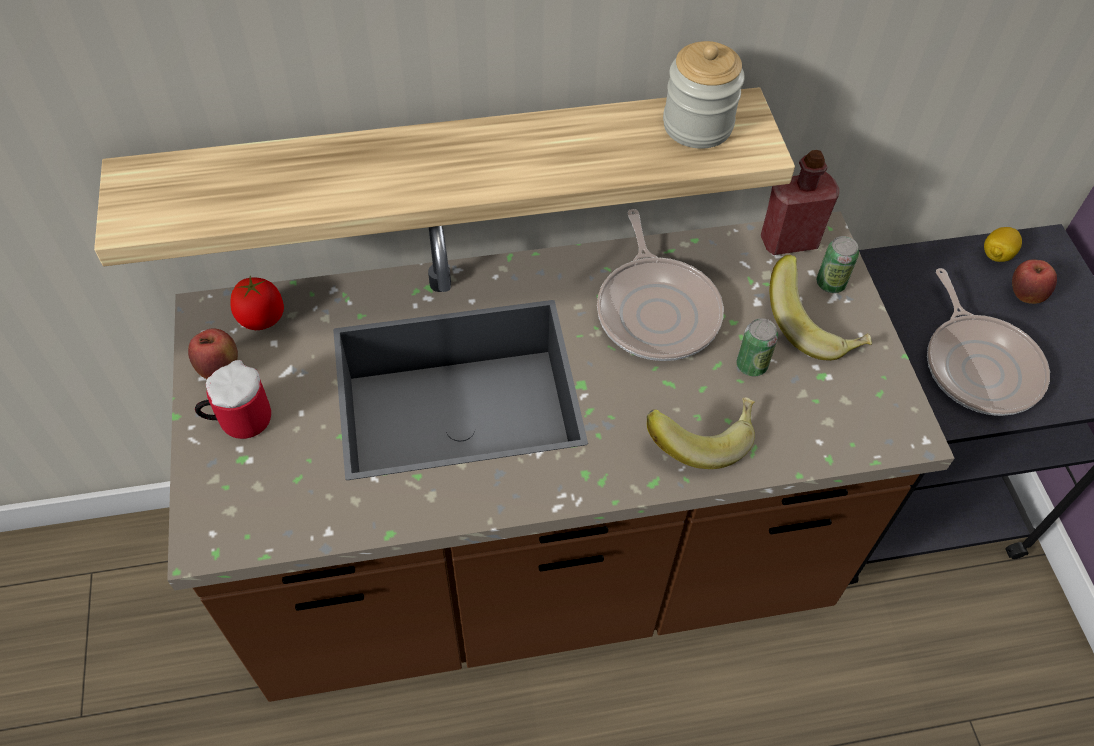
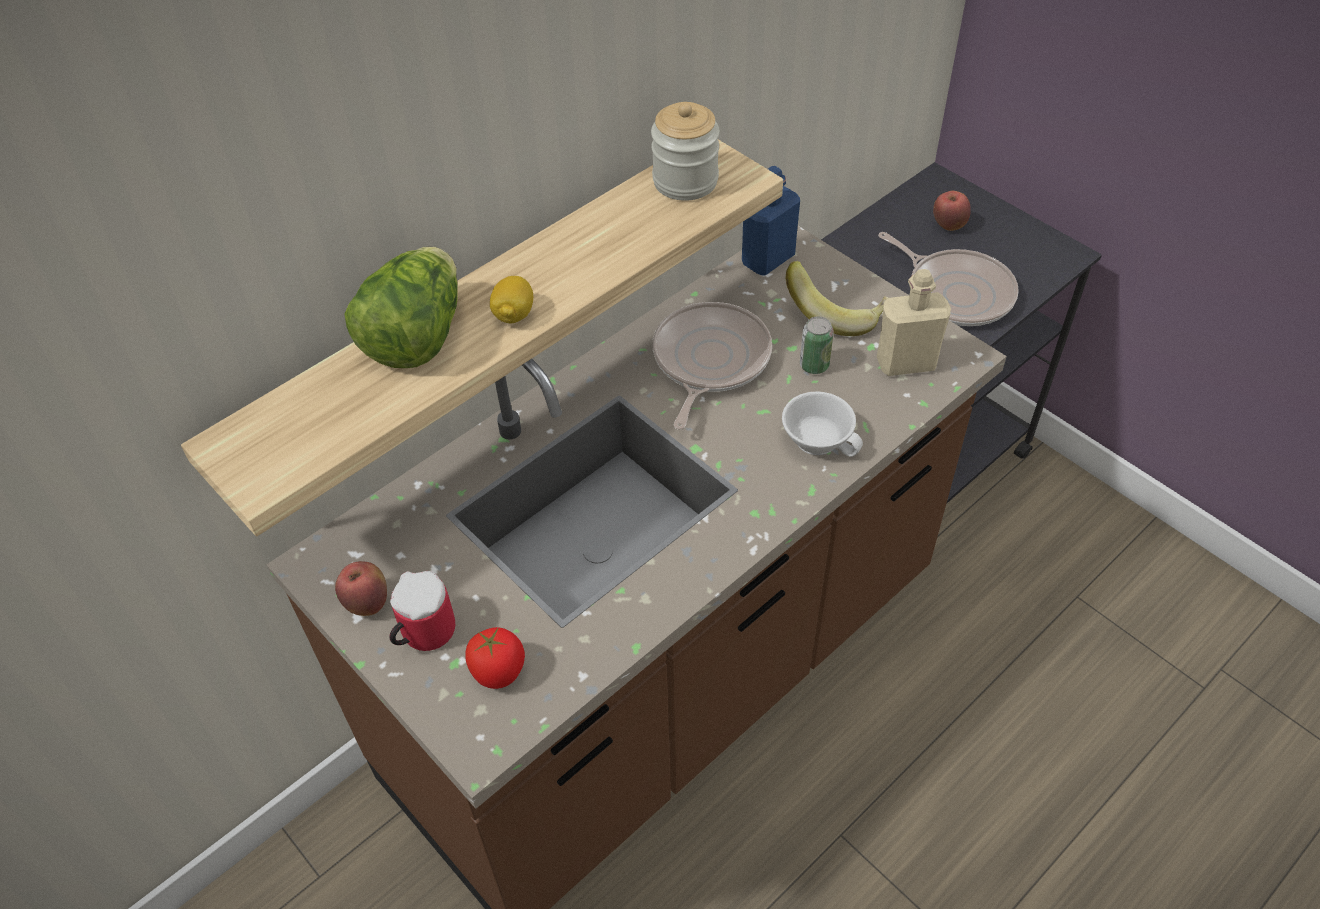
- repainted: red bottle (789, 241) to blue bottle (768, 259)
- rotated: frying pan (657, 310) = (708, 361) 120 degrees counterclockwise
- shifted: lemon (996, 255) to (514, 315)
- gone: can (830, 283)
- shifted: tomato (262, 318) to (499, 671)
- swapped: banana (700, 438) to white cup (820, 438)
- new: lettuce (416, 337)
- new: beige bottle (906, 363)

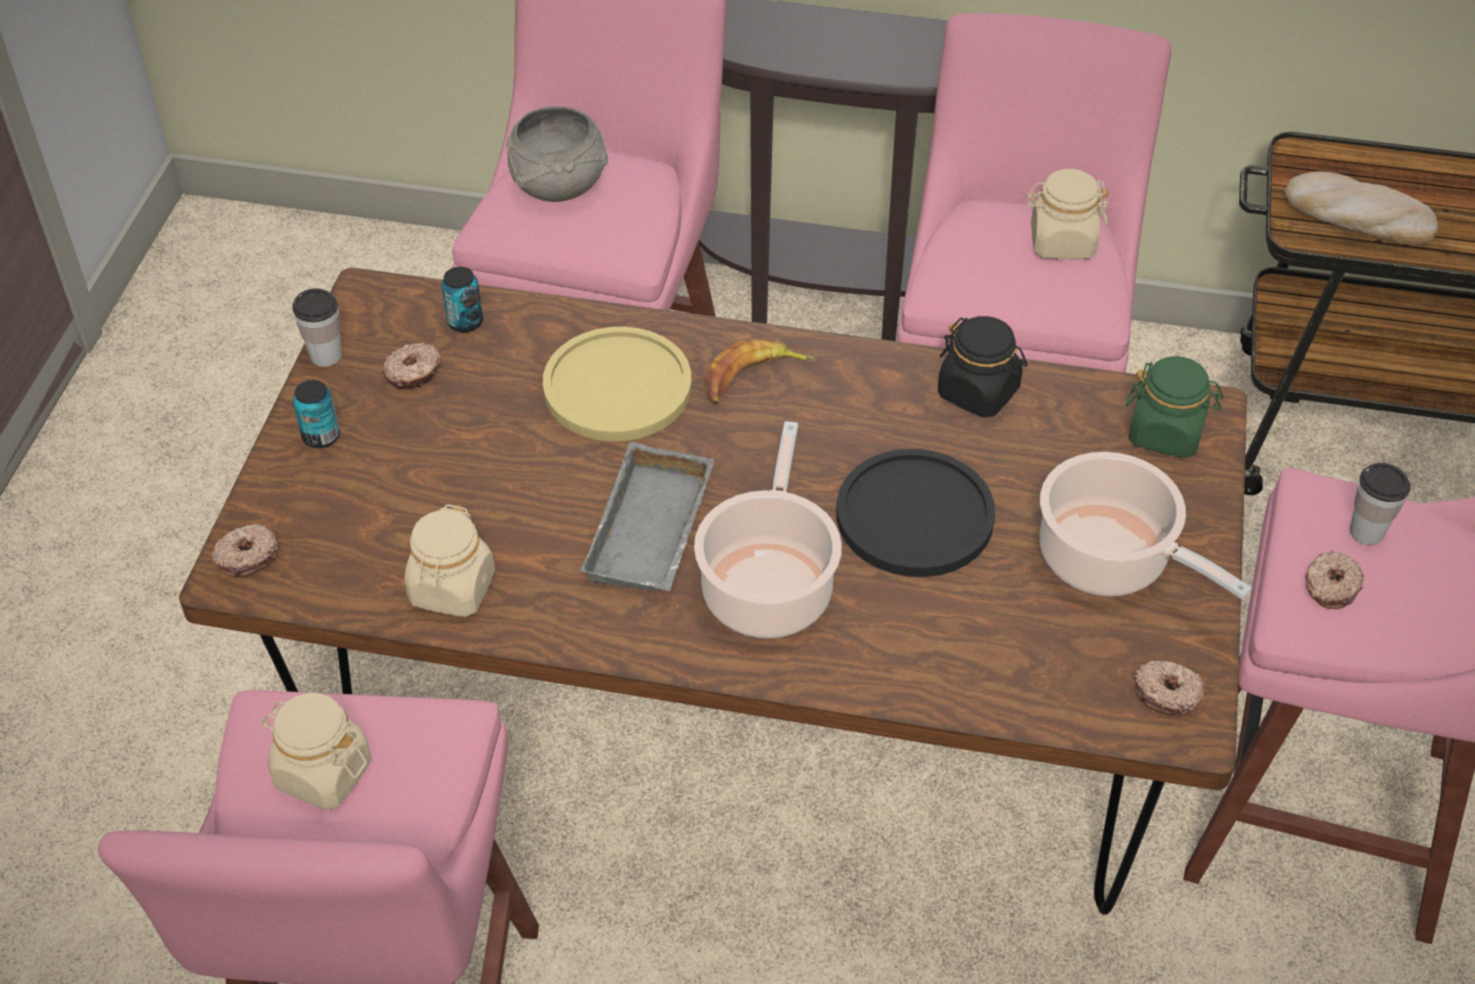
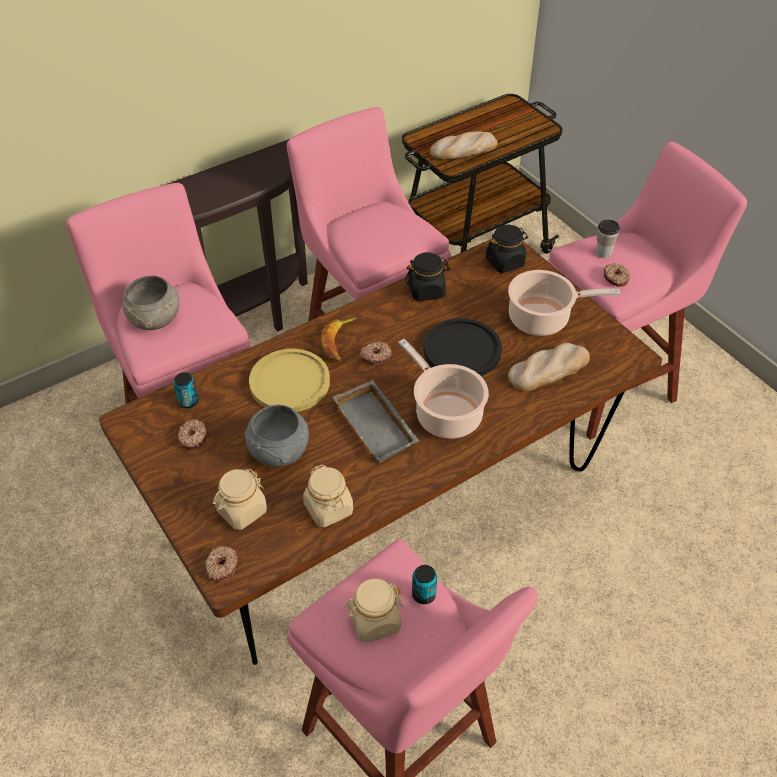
- shifted: beige jar (1061, 242) to (241, 511)
- gone: cup (326, 355)
- repainted: green jar (1166, 433) to black jar (505, 262)
- shifted: can (321, 436) to (423, 594)
- shifted: donut (1167, 693) to (375, 356)
- new: bread (548, 369)
- new: grey bowl (279, 452)

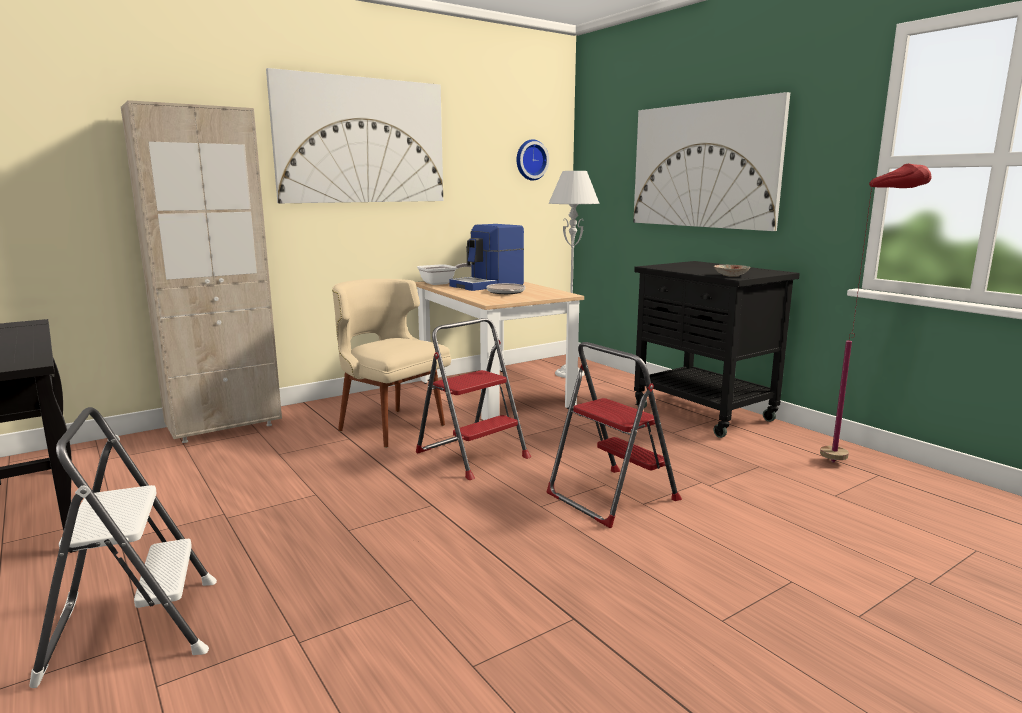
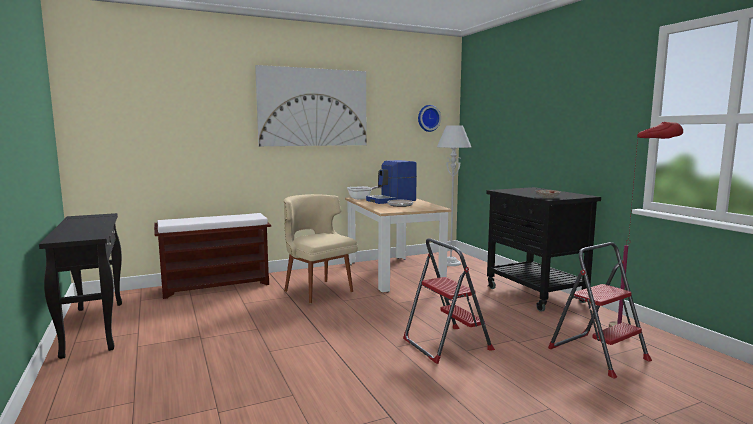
- gone: picture (703, 165)
- swapped: beige cabinet (225, 428) to brown bench (217, 285)
- shifted: red step ladder (470, 453) to (595, 352)
- gone: white step ladder (125, 629)

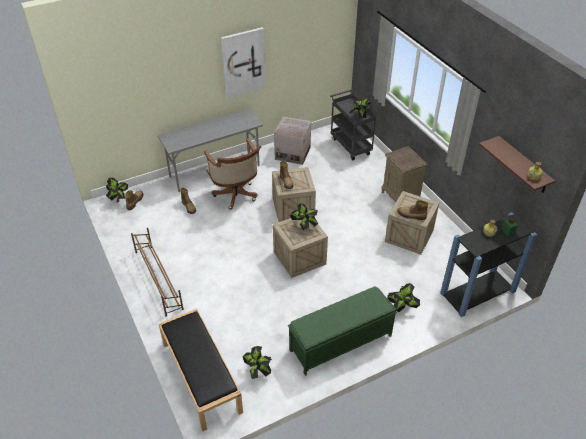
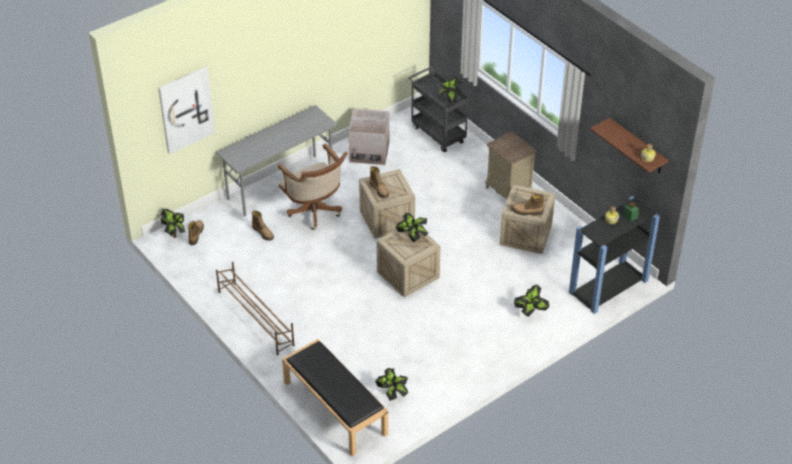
- shifted: picture (243, 62) to (186, 109)
- gone: green bench (340, 343)

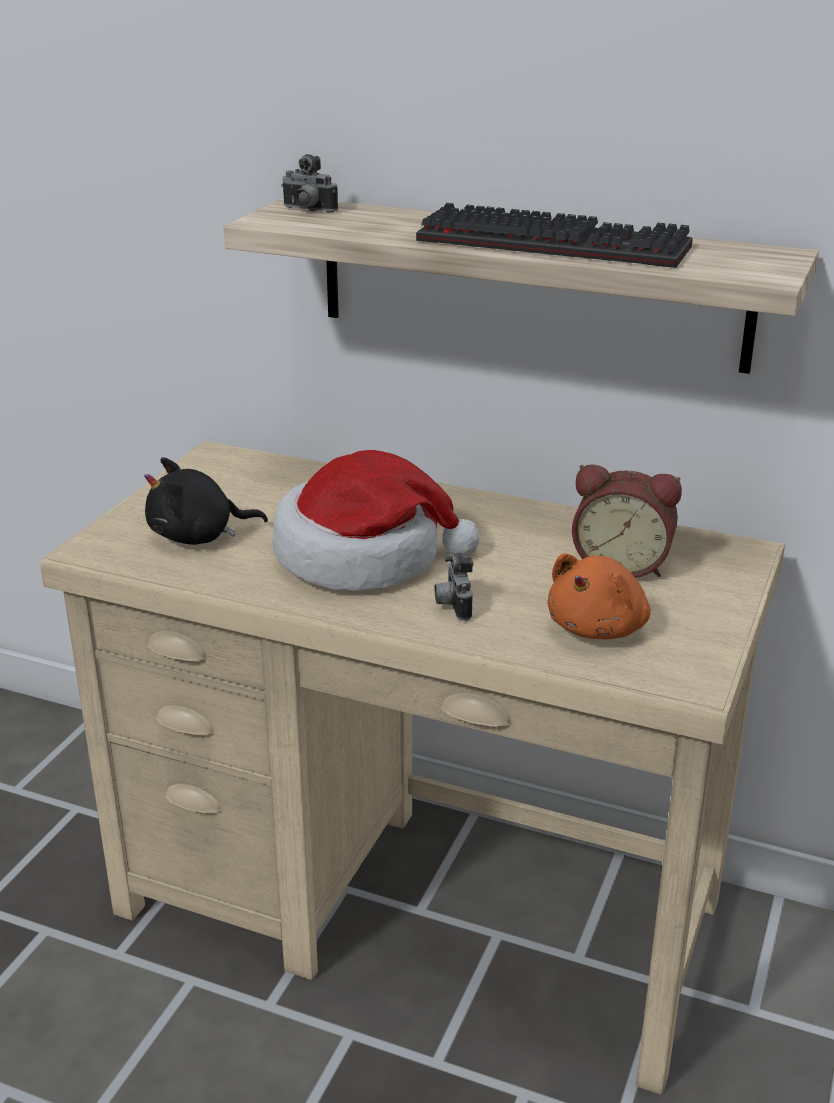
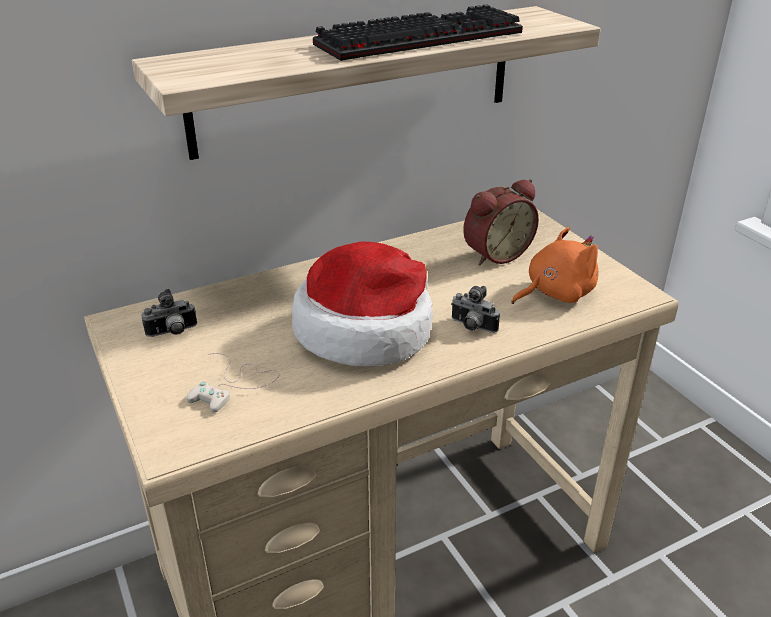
- shifted: photo camera (307, 210) to (172, 333)
- swapped: black plush toy (198, 536) to white game controller (234, 384)
- rotated: orange plush toy (599, 628) = (555, 293) 105 degrees counterclockwise

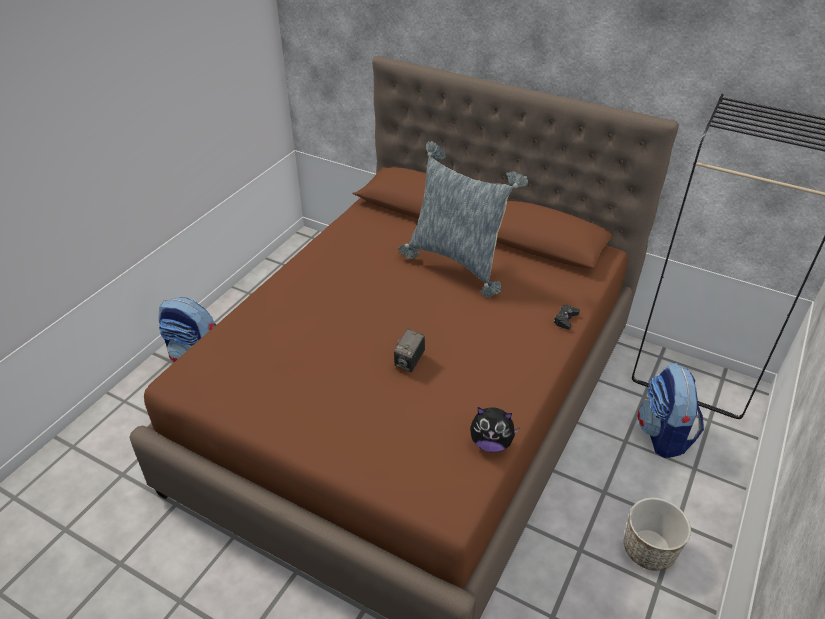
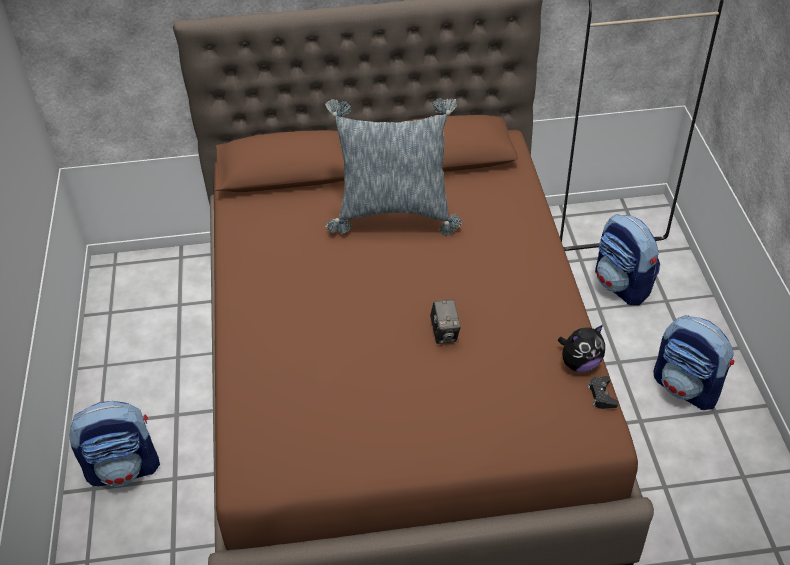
- shifted: black game controller (565, 319) to (601, 395)
- swapped: planter (648, 549) to backpack (687, 388)

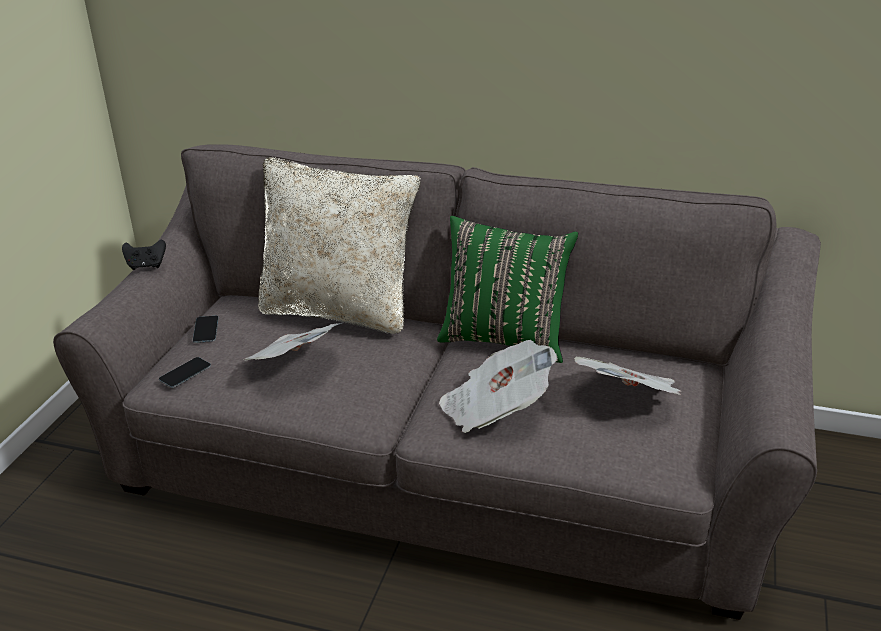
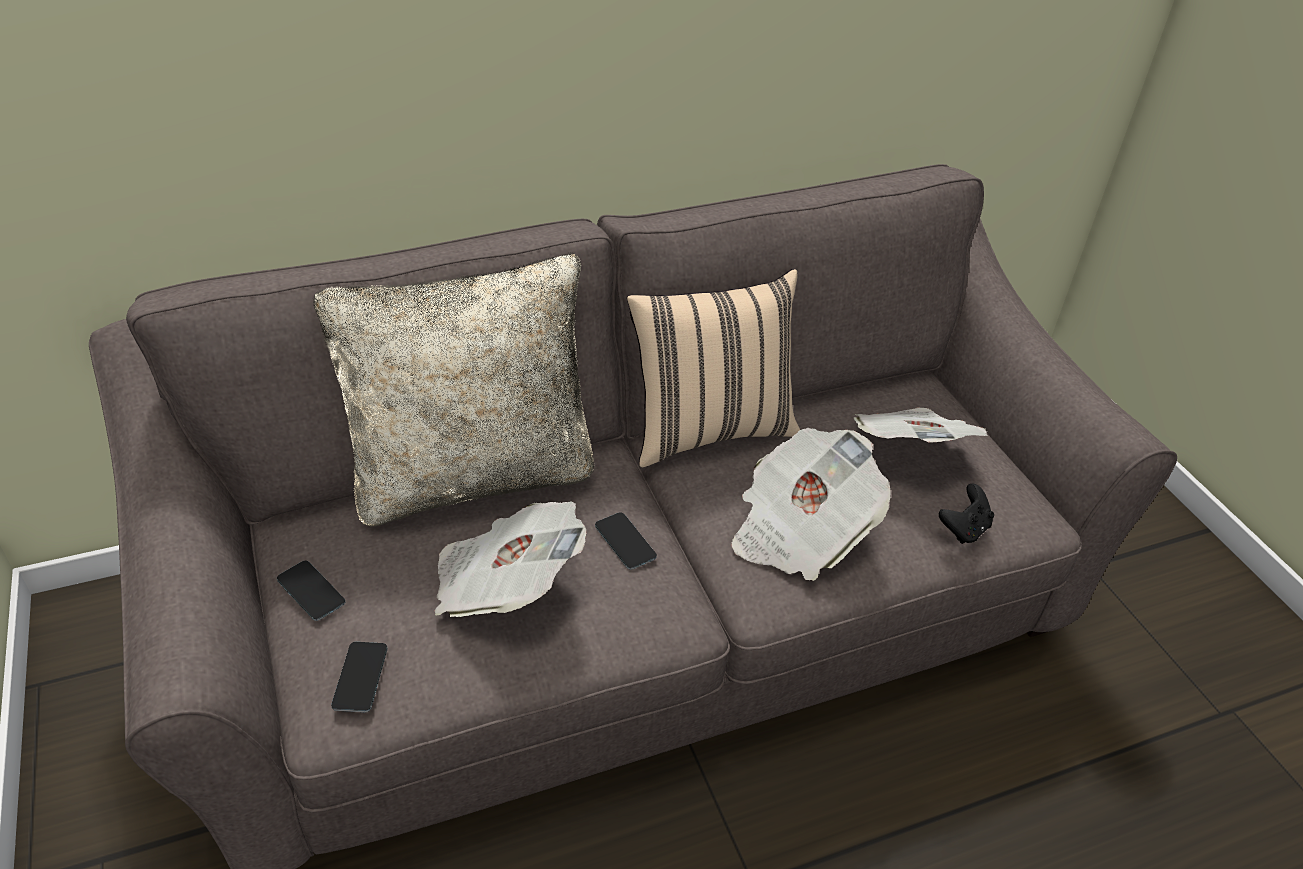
- repainted: green pillow (505, 339) to beige pillow (709, 430)
- shifted: black game controller (146, 266) to (963, 529)
- new: phone (625, 541)

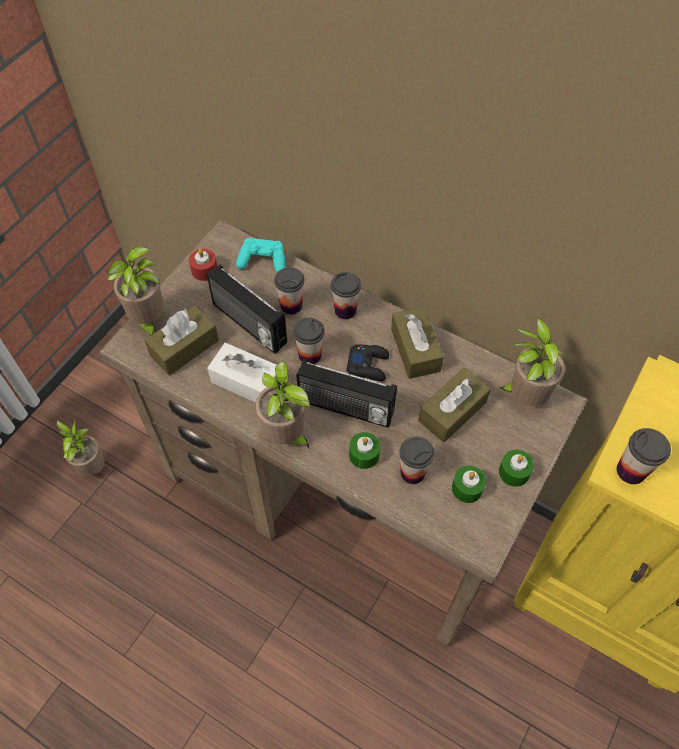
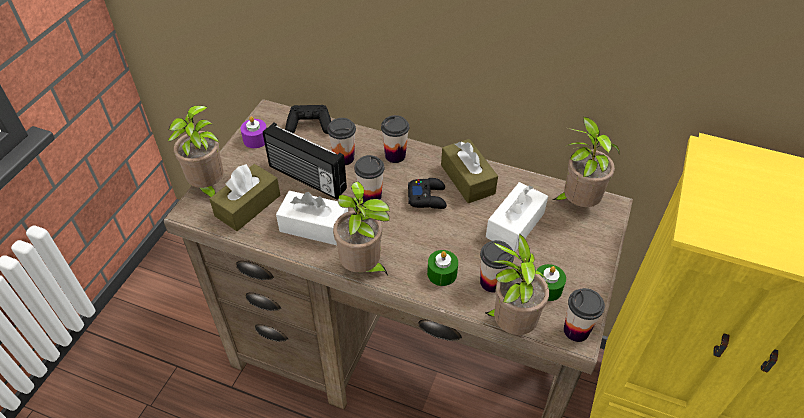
- repainted: turquoise game controller (263, 261) to black game controller (310, 126)
- repainted: red candle (204, 270) to purple candle (256, 139)
- gone: radio (345, 408)
- repainted: brown tissue box (452, 411) to white tissue box (515, 225)
- shifted: potted plant (92, 467) to (510, 324)
- shifted: cup (631, 471) to (576, 330)
- gone: green candle (514, 472)

